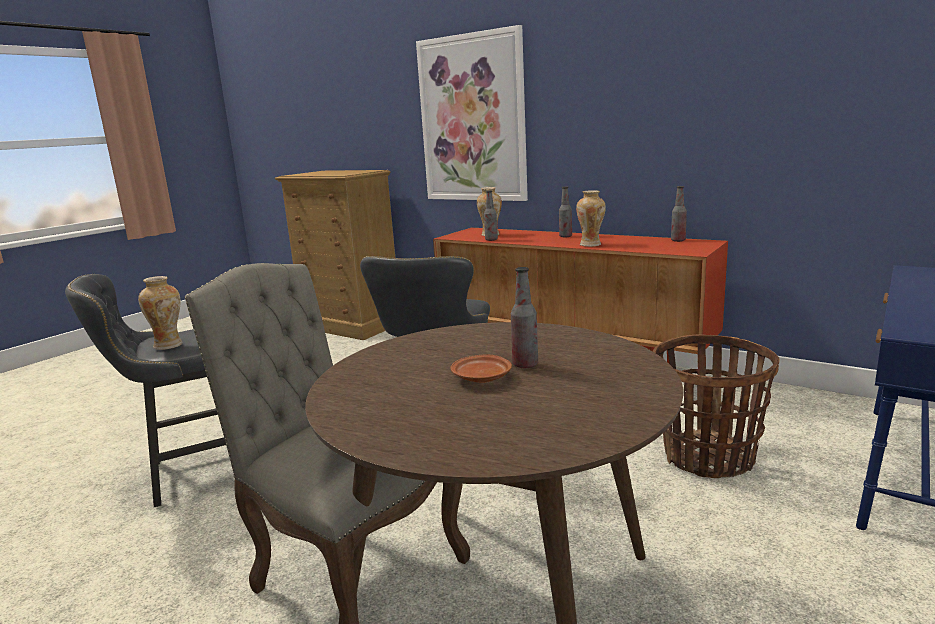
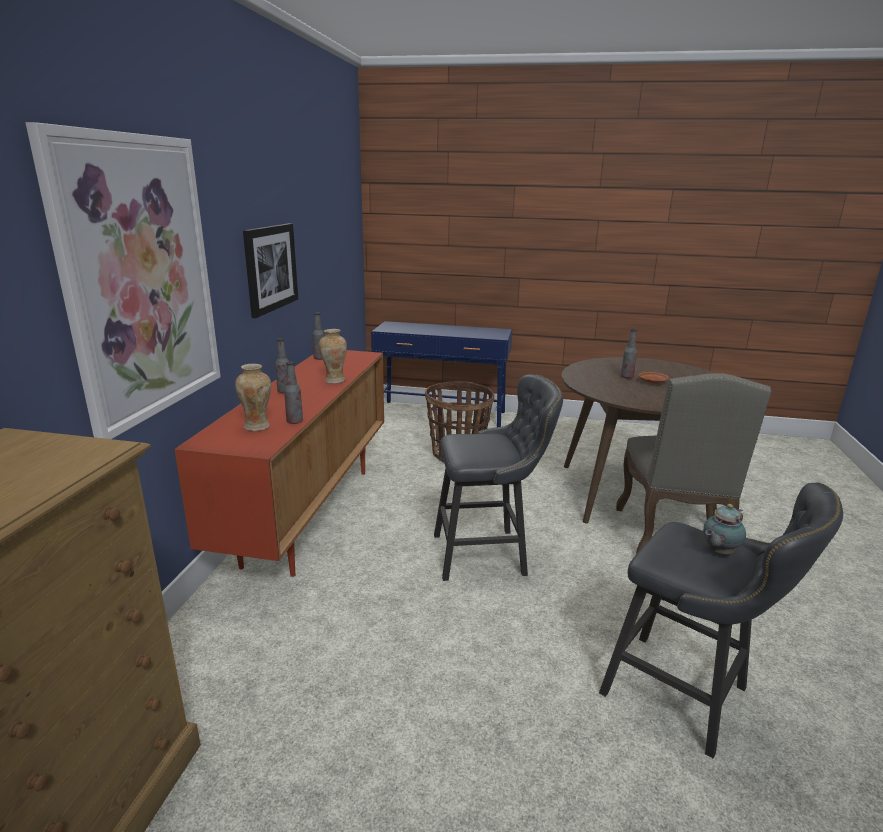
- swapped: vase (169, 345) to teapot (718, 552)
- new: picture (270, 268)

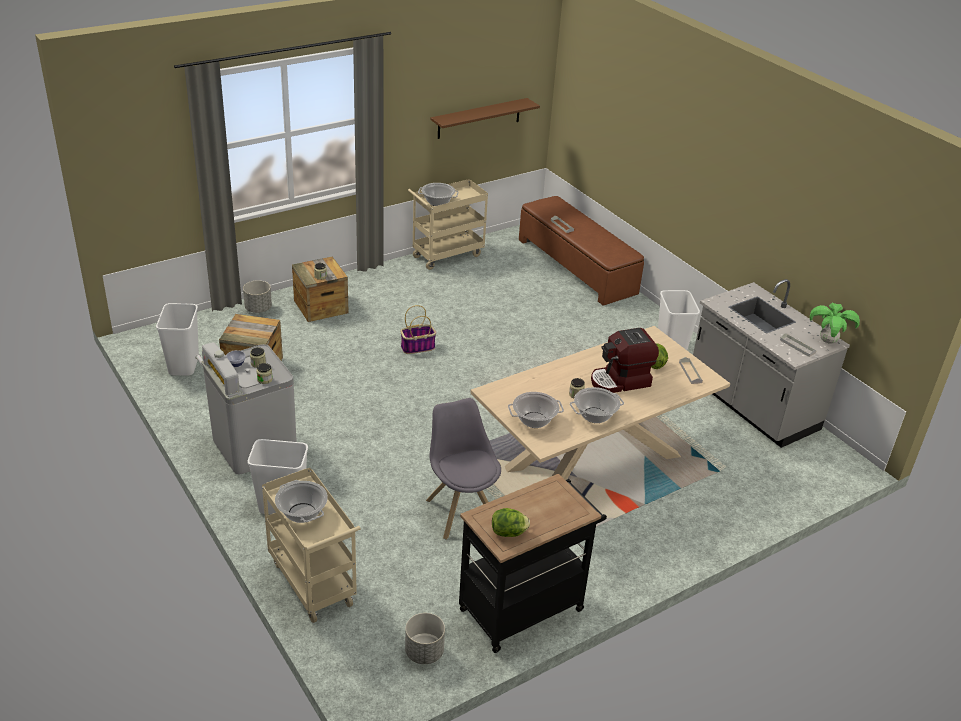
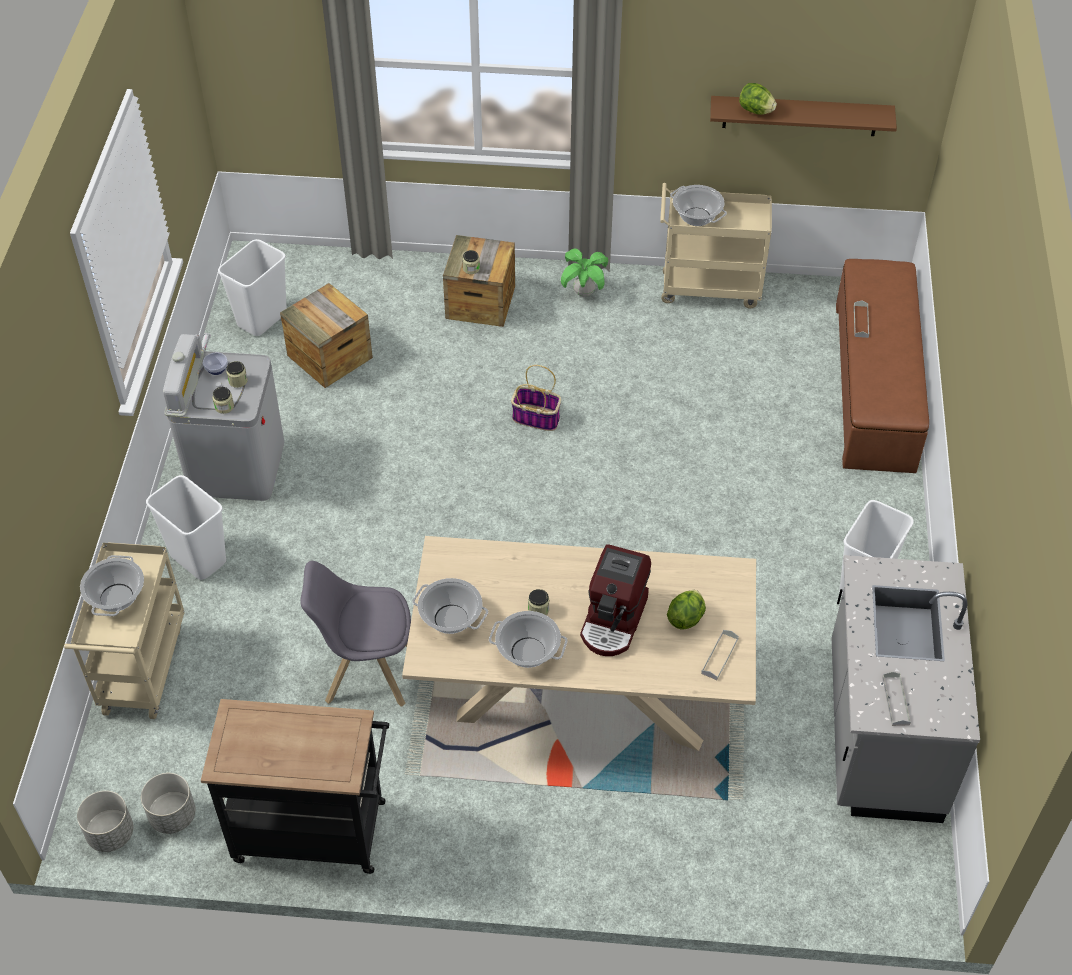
- shifted: grey planter (258, 308) to (111, 833)
- shifted: potted plant (828, 341) to (584, 293)
- rotated: coffee machine (620, 381) = (614, 620) 90 degrees counterclockwise
- rotated: grey chair (461, 512) = (367, 673) 105 degrees counterclockwise
- shifted: lettuce (509, 533) to (755, 111)

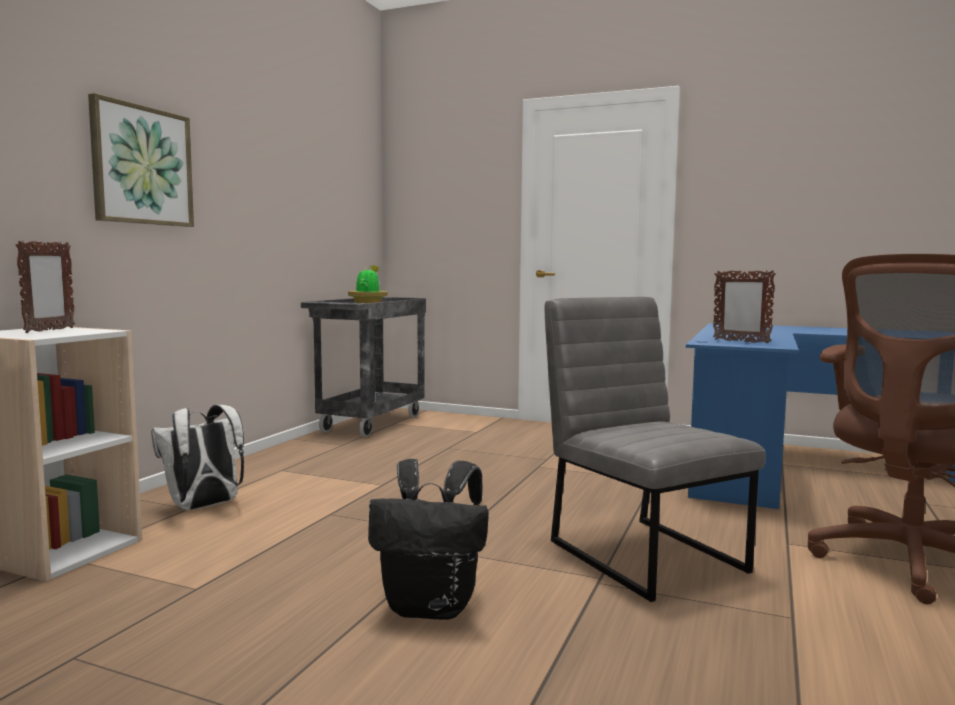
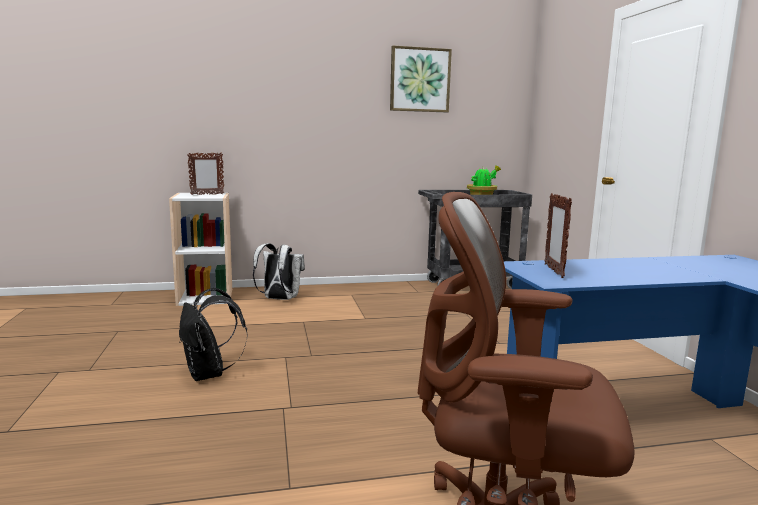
- shifted: picture (142, 166) to (420, 80)
- gone: grey chair (643, 553)

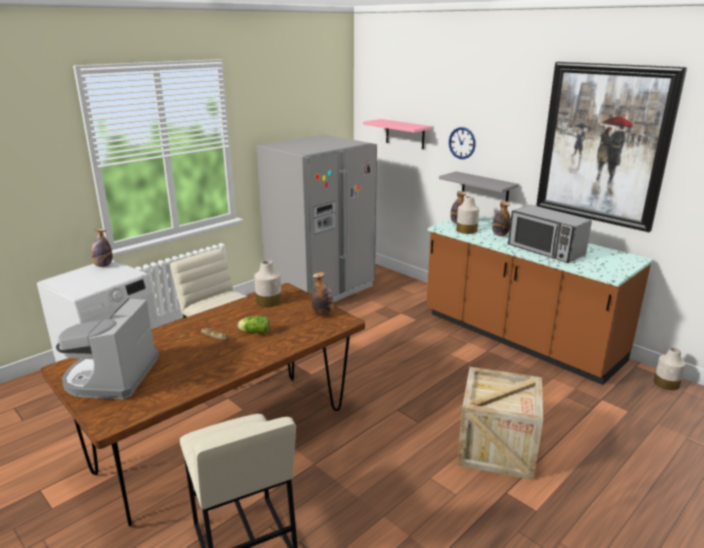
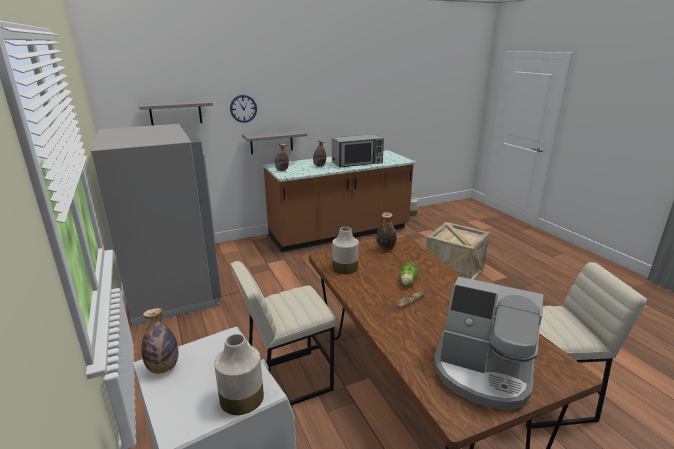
- gone: picture (604, 145)
- repainted: pink shelf (405, 134) to grey shelf (175, 113)
- shifted: beige vase (466, 230) to (241, 398)

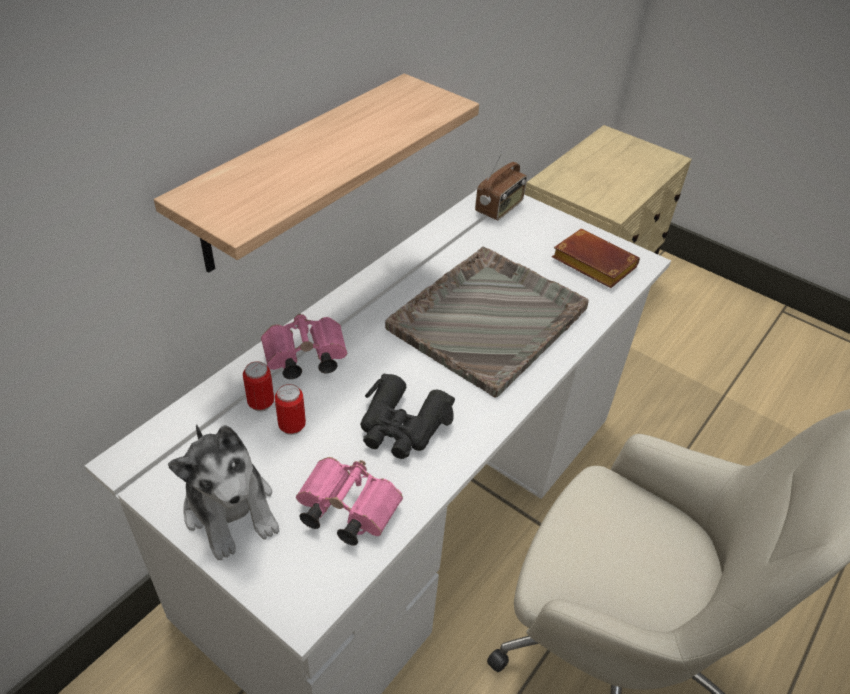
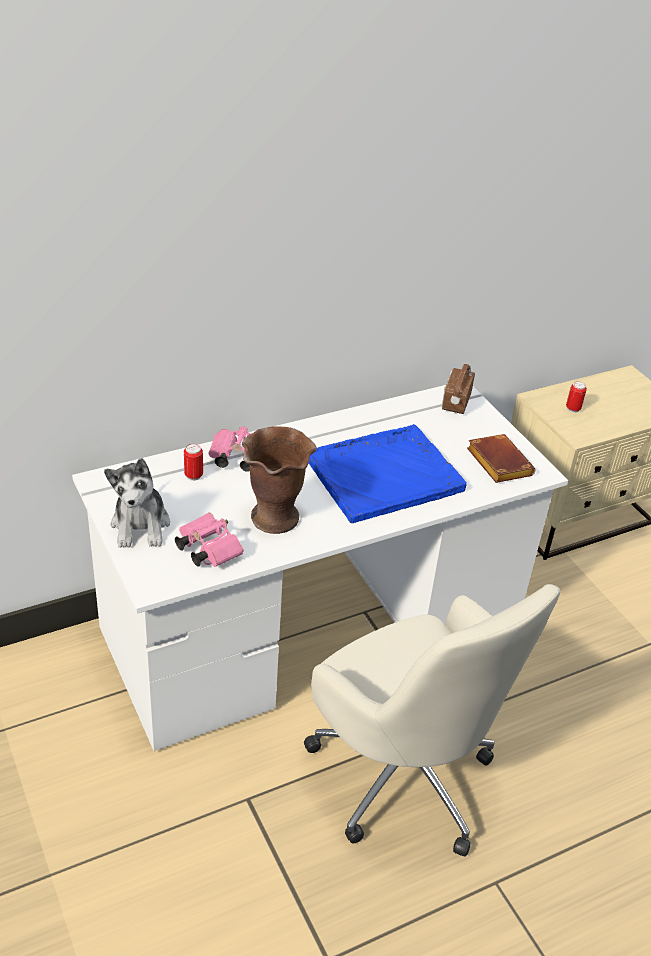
- gone: shelf (298, 172)
- rotated: radio (499, 208) = (455, 403) 135 degrees clockwise
- repainted: grey tray (489, 318) to blue tray (385, 474)
- swapped: black binoculars (402, 426) to brown vase (274, 518)
- shifted: can (292, 426) to (573, 409)

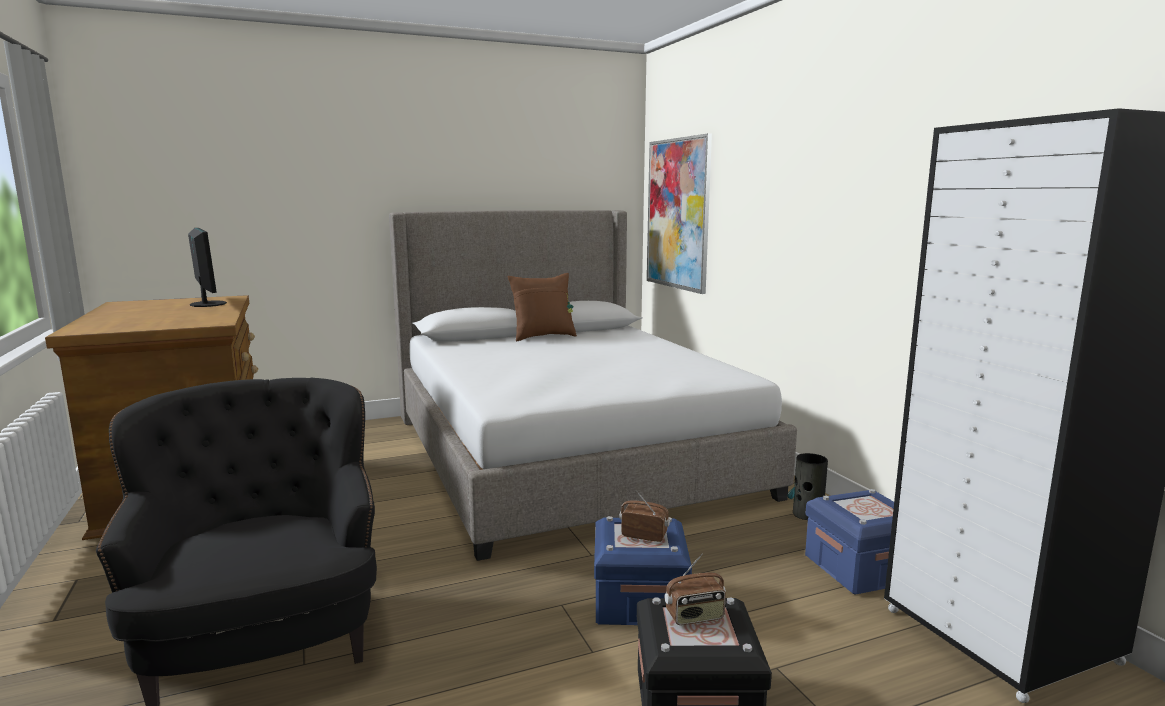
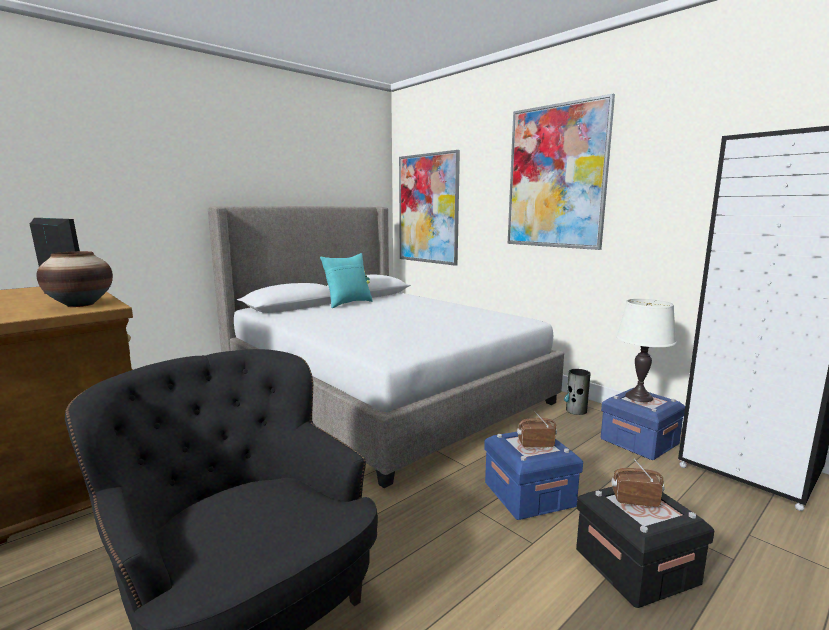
- repainted: brown pillow (543, 337) to turquoise pillow (348, 304)
- rotated: radio (695, 617) = (635, 499) 135 degrees counterclockwise
- new: picture (556, 177)
- new: vase (81, 304)
- new: white table lamp (639, 397)

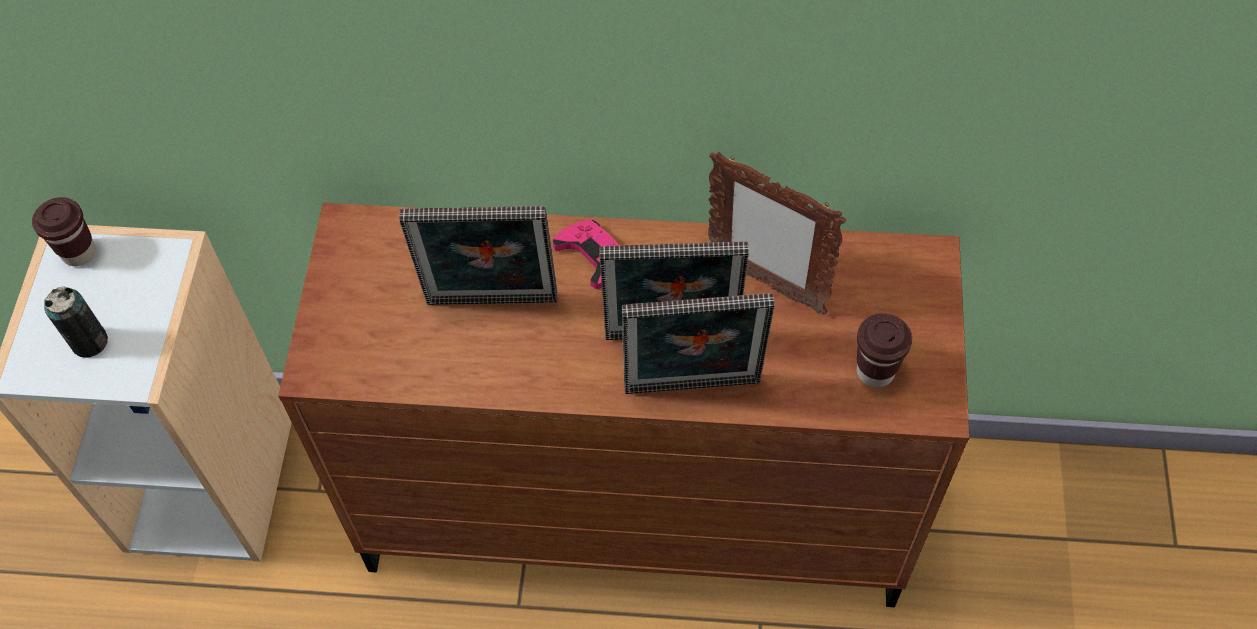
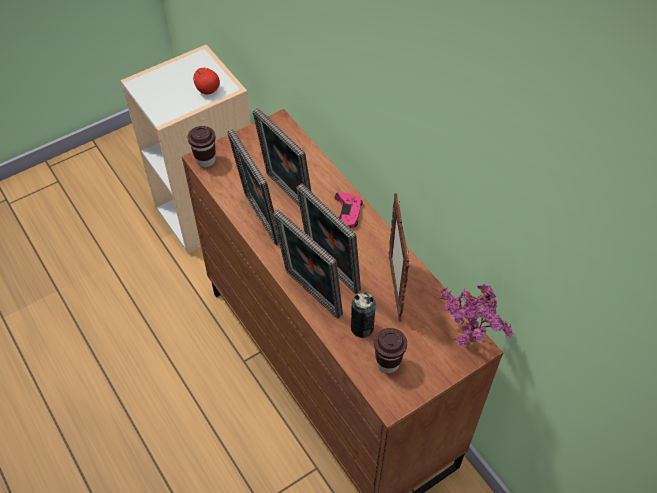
- shifted: brown cup (79, 253) to (205, 160)
- shifted: can (89, 342) to (362, 328)
- new: apple (207, 90)
- new: picture frame (258, 220)
- new: potted plant (468, 343)

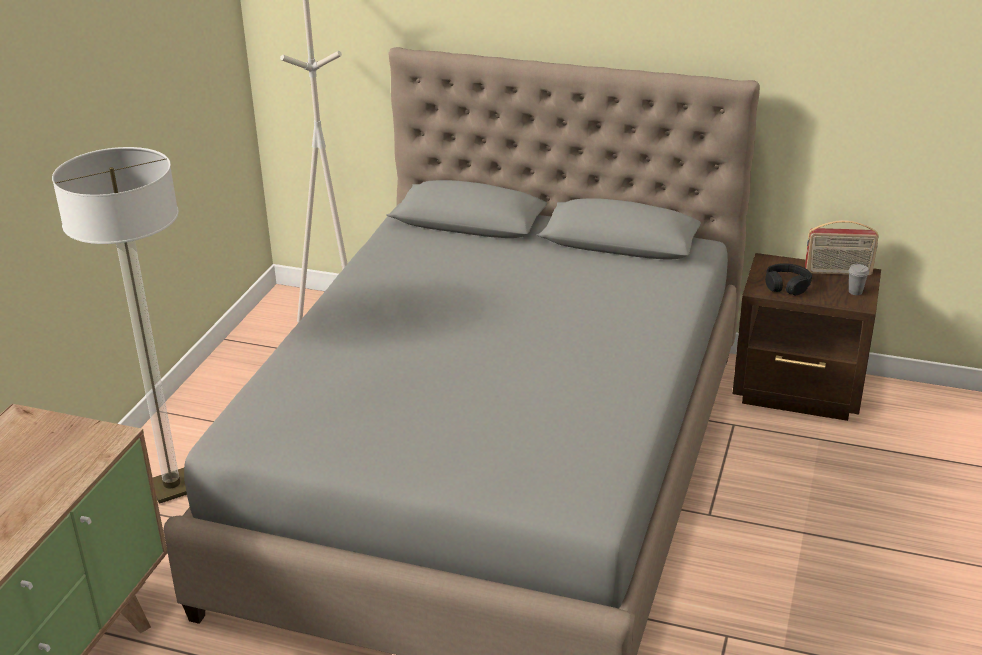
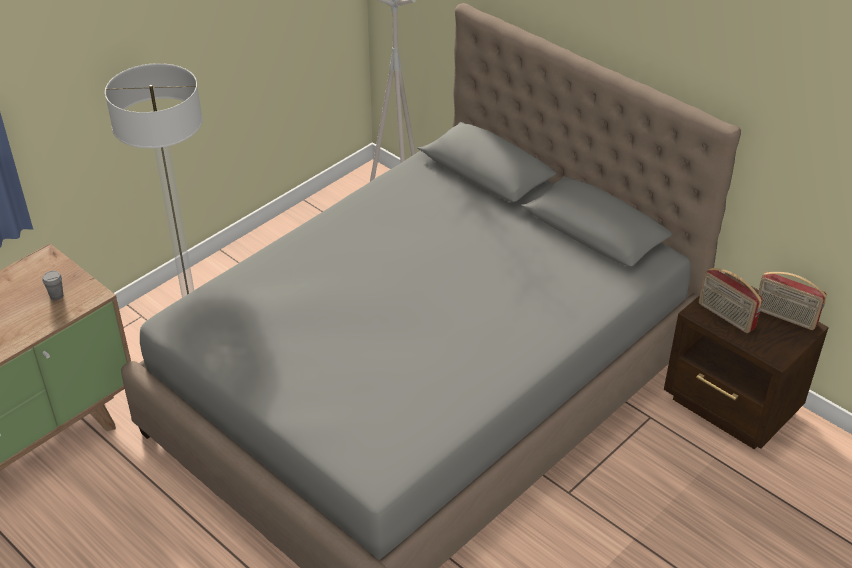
- swapped: black headphones (787, 286) to radio (725, 316)
- shifted: grey cup (855, 292) to (56, 296)

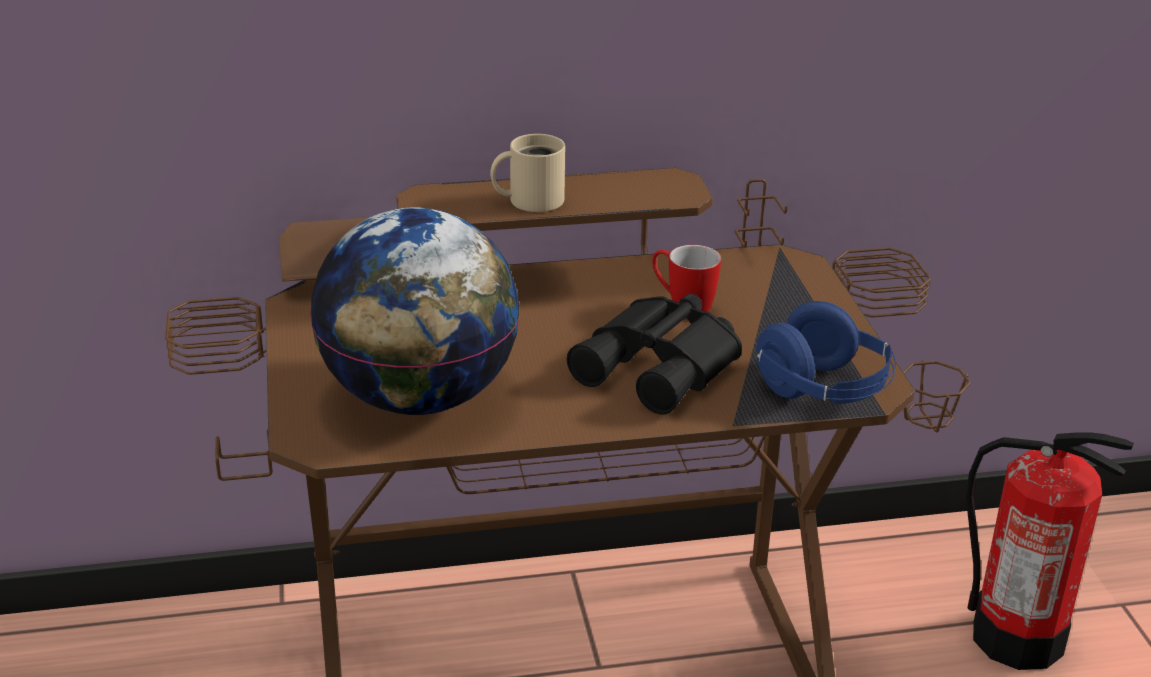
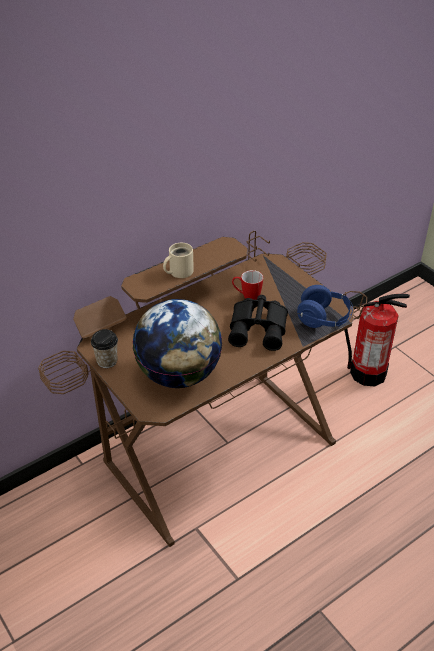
- new: cup (107, 361)

